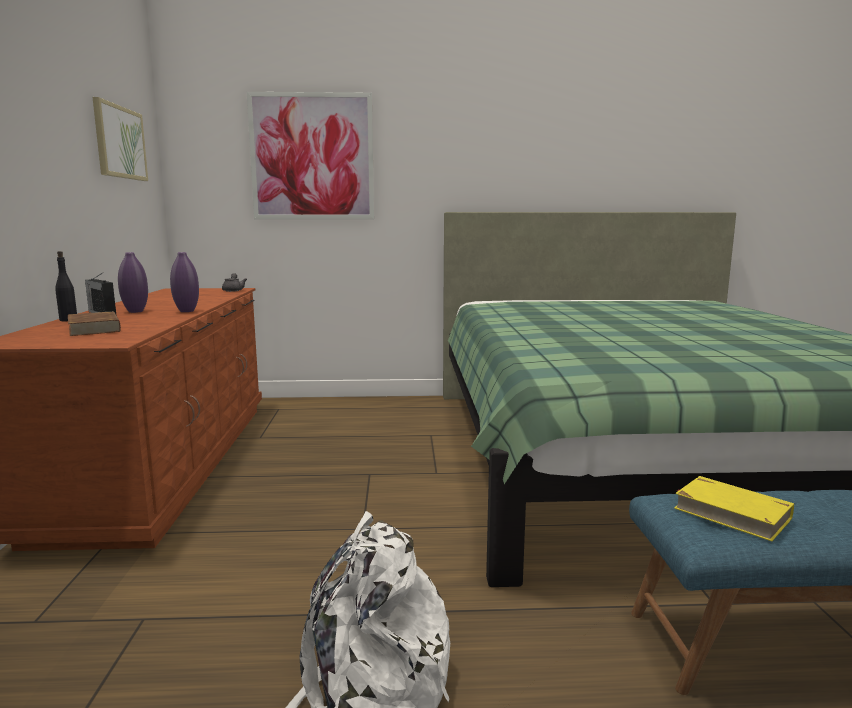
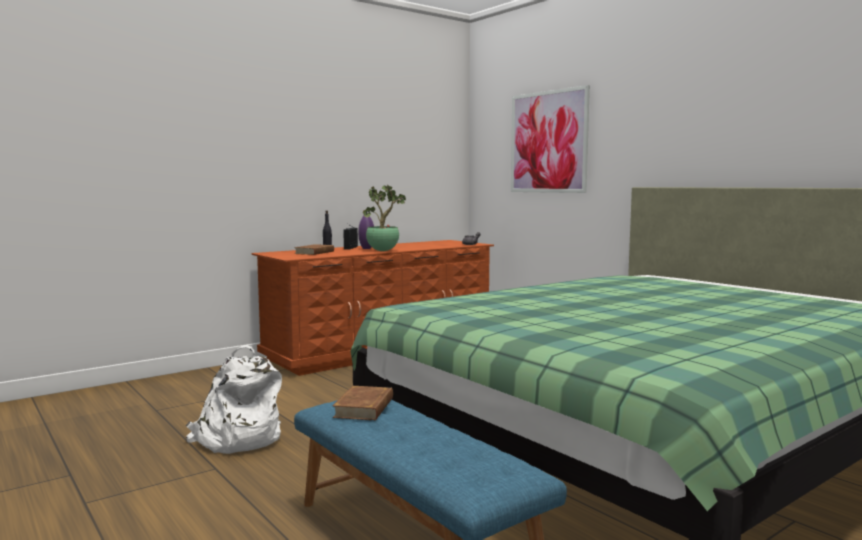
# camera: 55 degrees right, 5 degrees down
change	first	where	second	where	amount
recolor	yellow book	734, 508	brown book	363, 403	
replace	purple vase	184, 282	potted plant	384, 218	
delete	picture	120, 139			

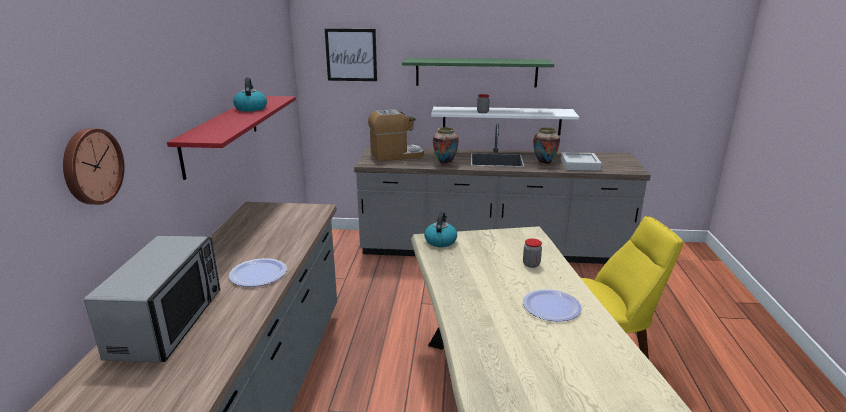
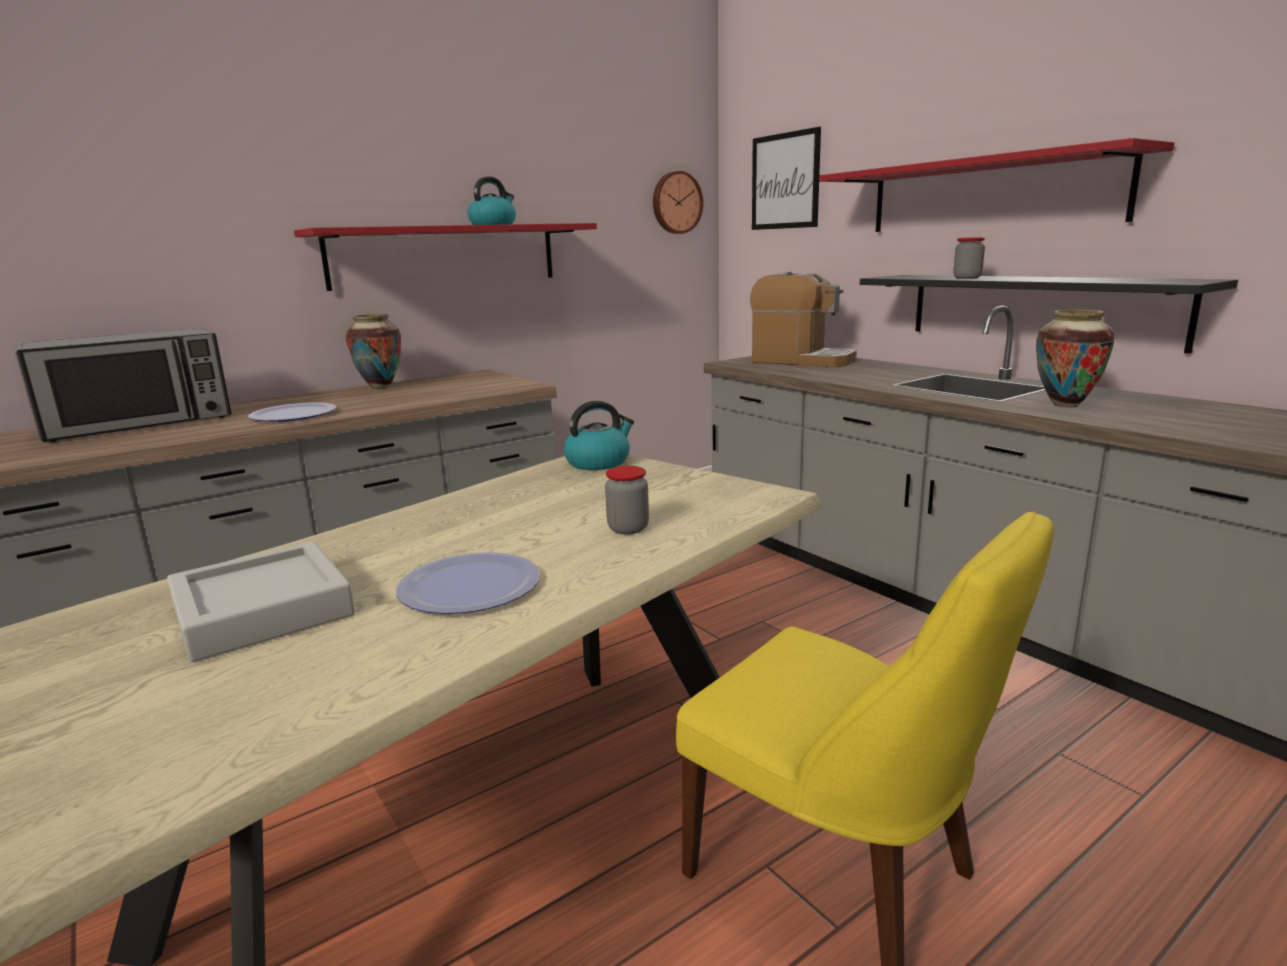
# camera: 50 degrees right, 5 degrees down
change	first	where	second	where	amount
move	grey tray	581, 161		261, 602	
move	vase	446, 146		373, 351	
move	wall clock	93, 166		678, 202	
recolor	green shelf	478, 72	red shelf	996, 185	
recolor	white shelf	505, 121	black shelf	1049, 314	

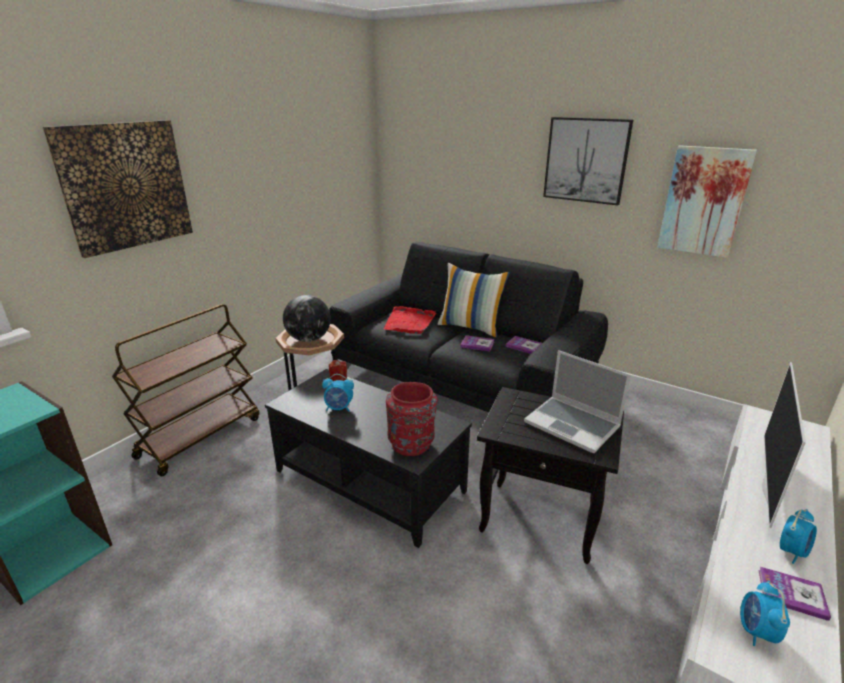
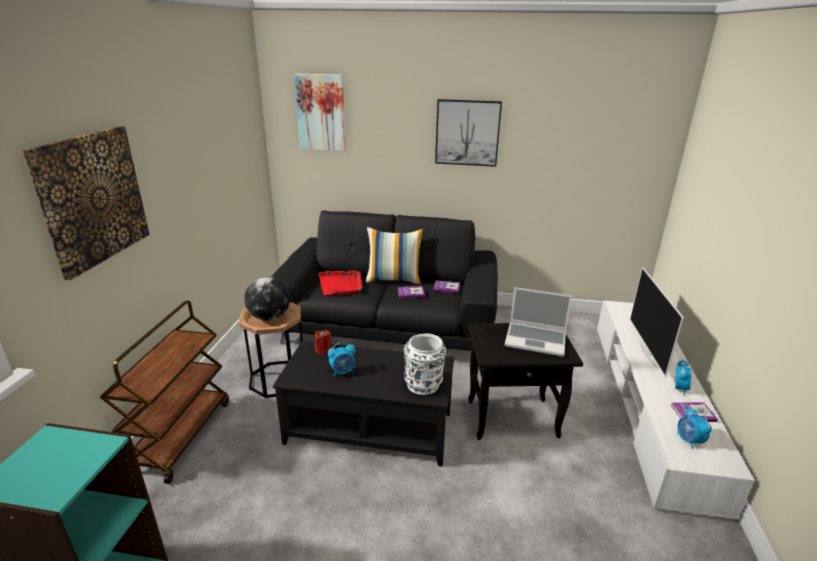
# camera: 25 degrees left, 0 degrees up
change	first	where	second	where	amount
move	picture	707, 201		320, 112	
recolor	red vase	411, 419	white vase	425, 364	

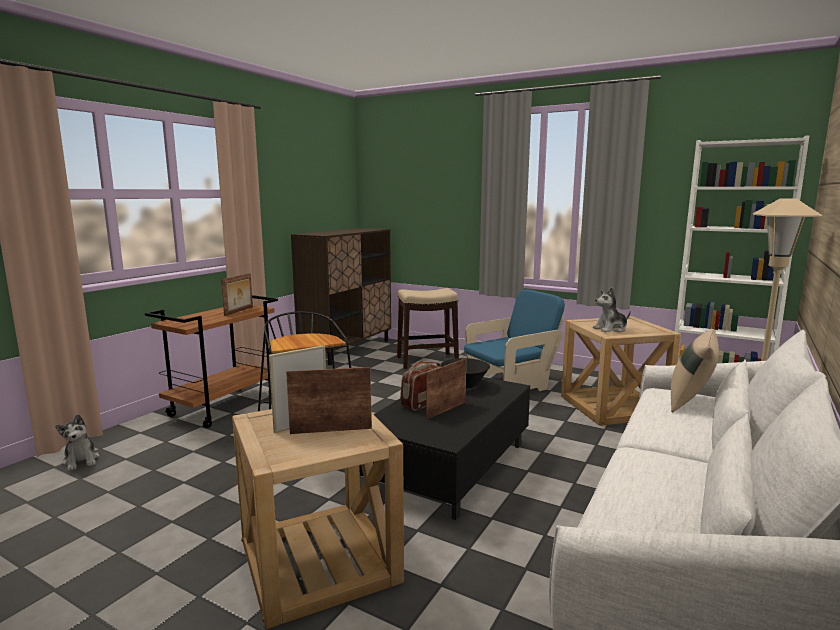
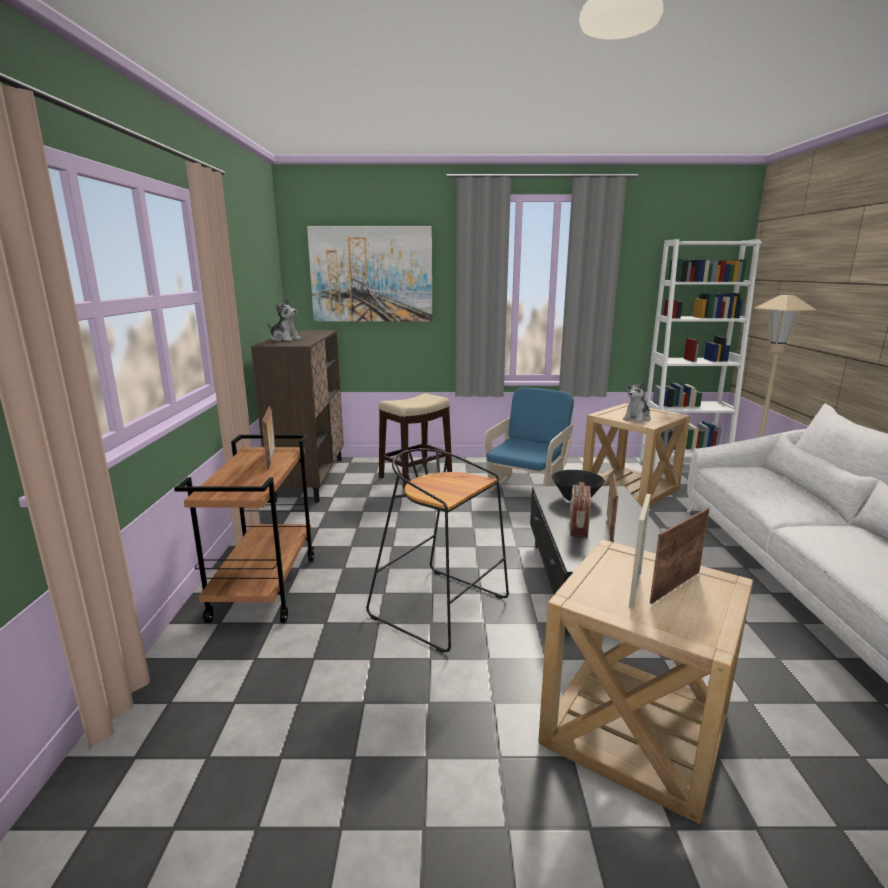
# camera: 30 degrees left, 5 degrees up
change	first	where	second	where	amount
move	plush toy	77, 442		285, 319	
insert			picture	369, 274	
delete	beige pillow	695, 371			

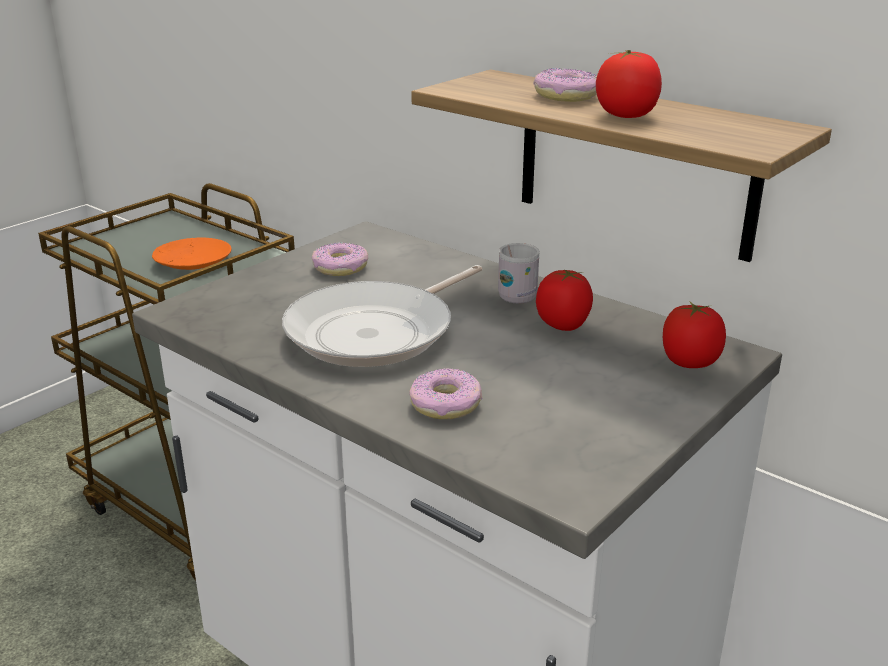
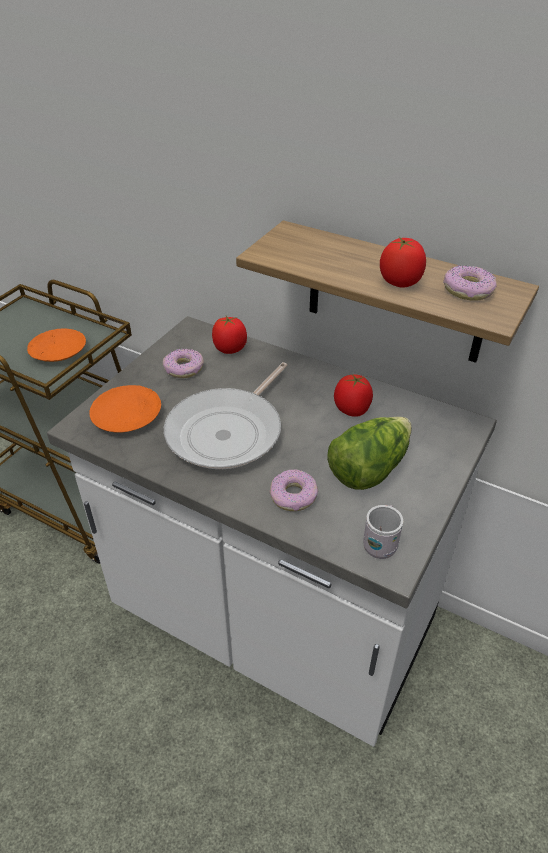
# camera: 10 degrees left, 15 degrees up
change	first	where	second	where	amount
insert			orange plate	125, 409	
move	tomato	694, 335		229, 335	
insert			lettuce	369, 453	
move	white mug	519, 273		383, 532	
move	donut	565, 85		470, 283	

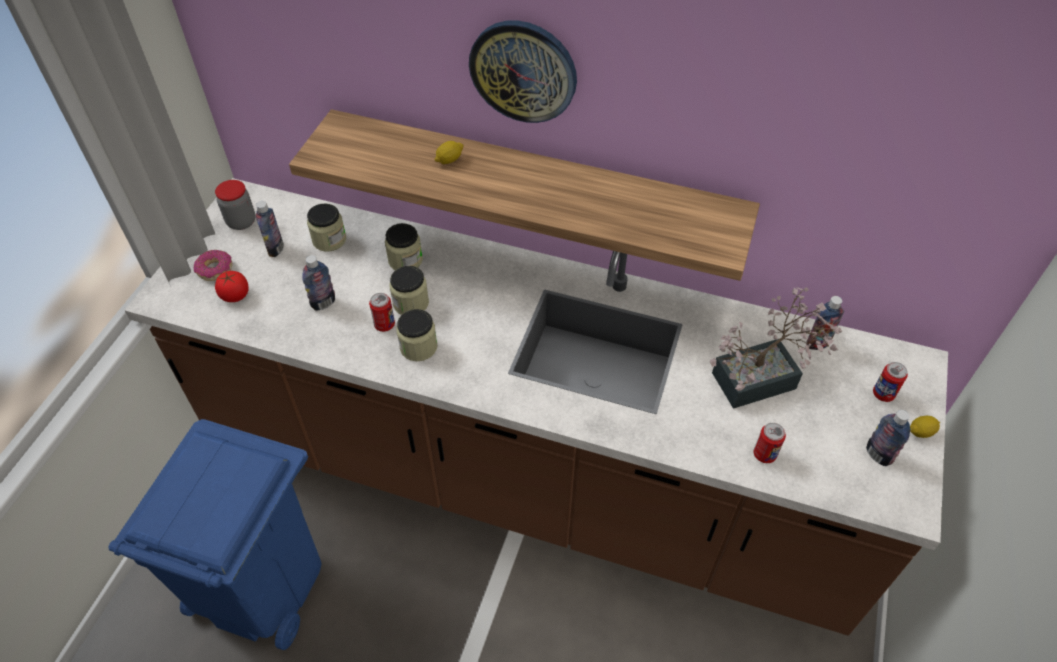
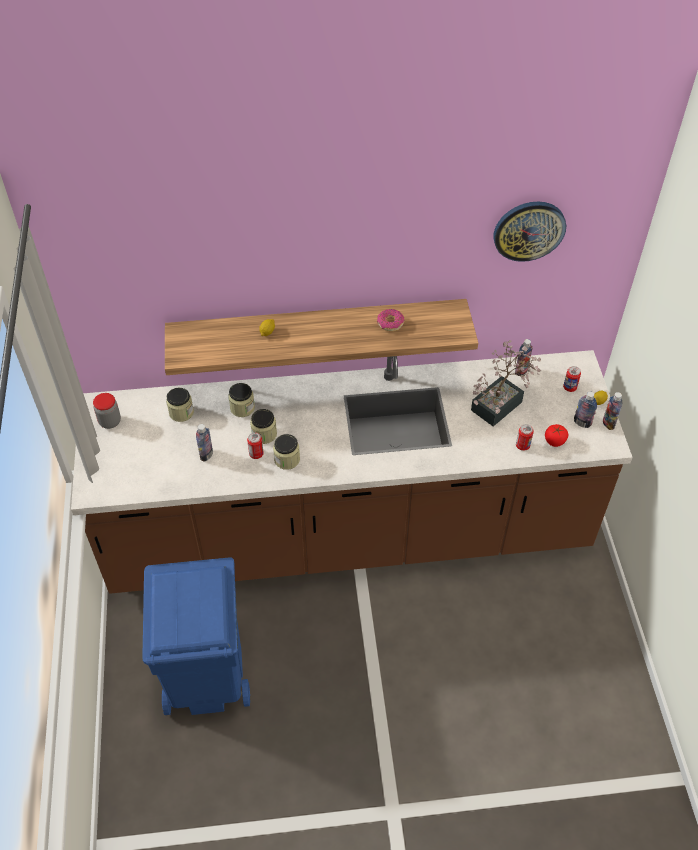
# camera: 25 degrees left, 0 degrees up
change	first	where	second	where	amount
move	donut	213, 265		390, 320	
move	wall clock	523, 71		530, 232	
move	tomato	232, 286		556, 435	
move	bottle	270, 229		613, 411	

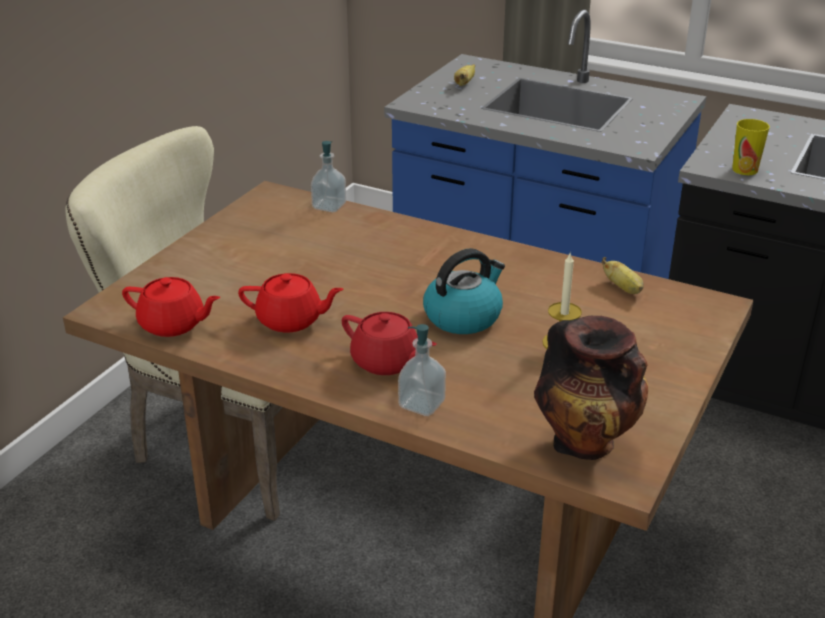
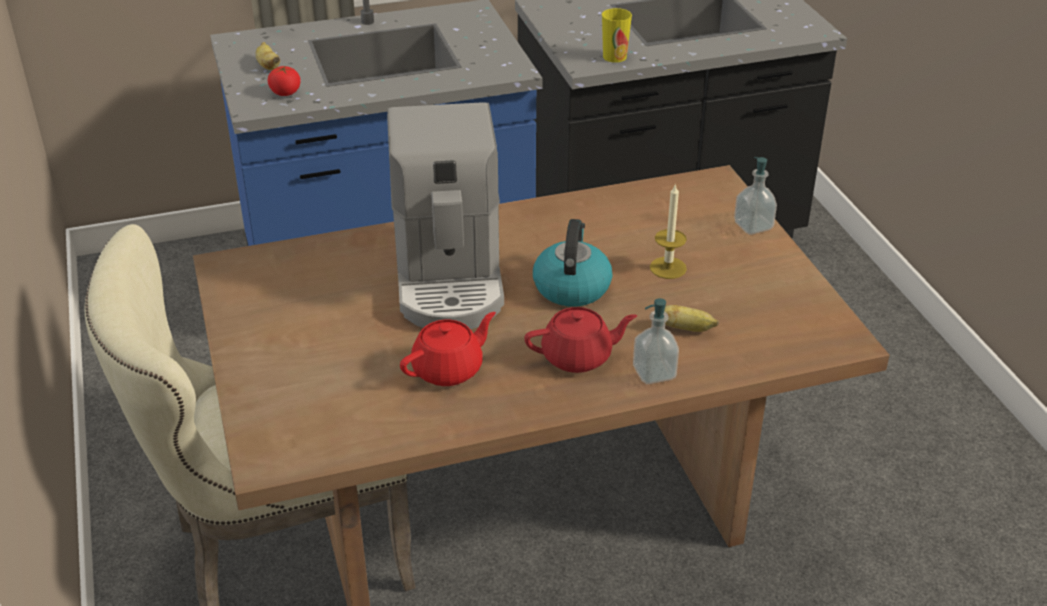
# camera: 45 degrees left, 5 degrees up
change	first	where	second	where	amount
insert			tomato	283, 81	
insert			coffee machine	445, 215	
move	banana	623, 275		691, 318	
move	soap dispenser	328, 176		755, 196	
delete	red teapot	171, 307			
delete	vase	591, 388			

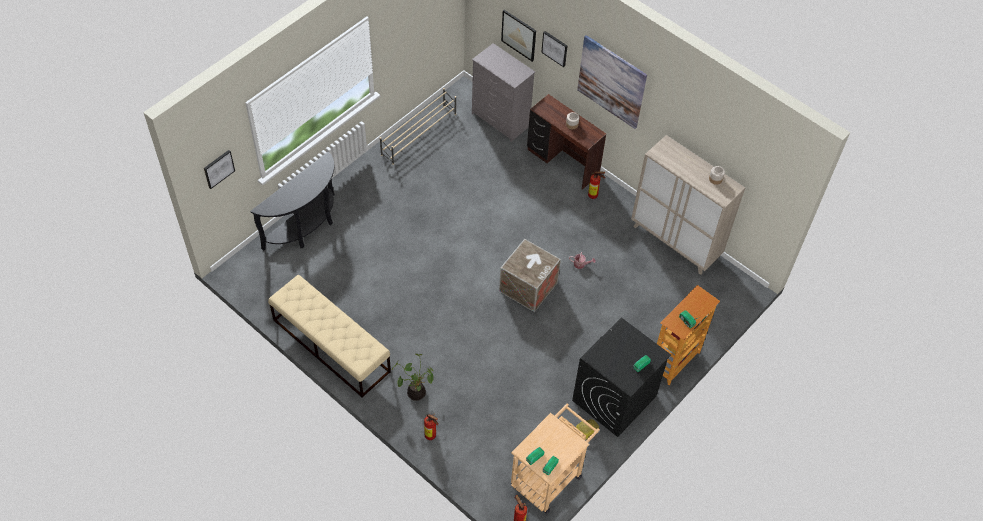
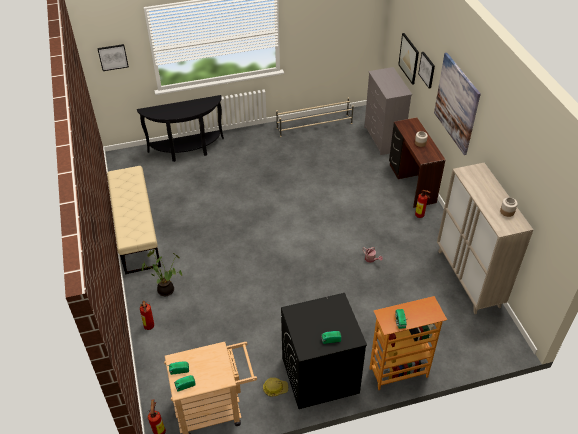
# camera: 35 degrees right, 10 degrees down
change	first	where	second	where	amount
delete	crate	530, 275			

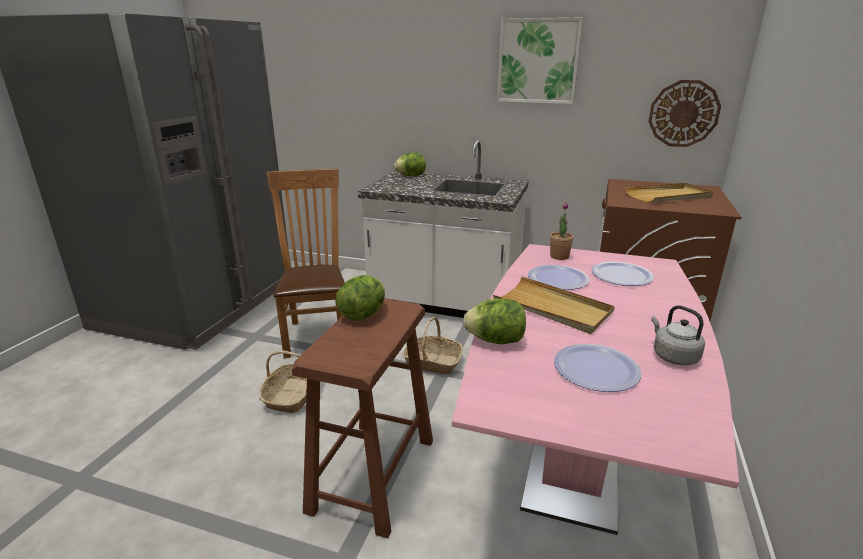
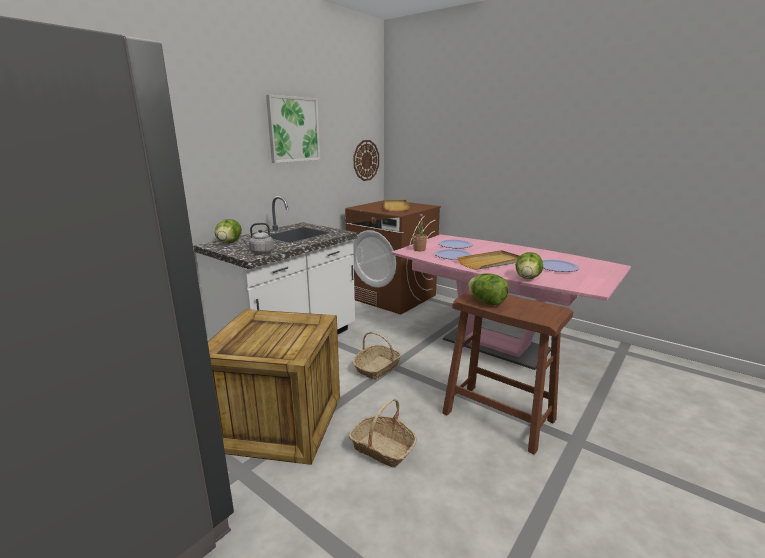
# camera: 70 degrees left, 5 degrees down
change	first	where	second	where	amount
replace	brown chair	305, 263	crate	274, 387	
move	grey kettle	678, 335		257, 238	

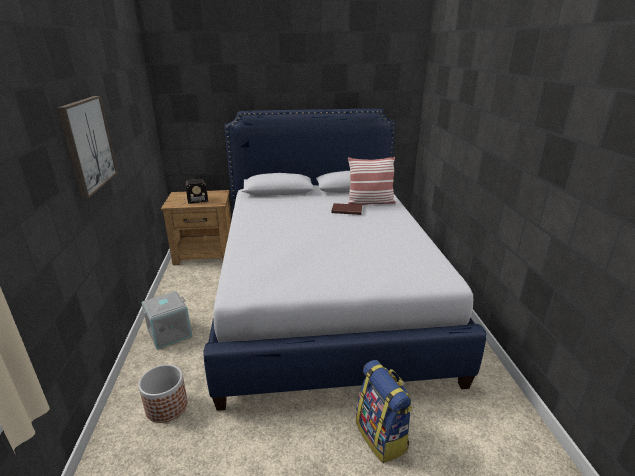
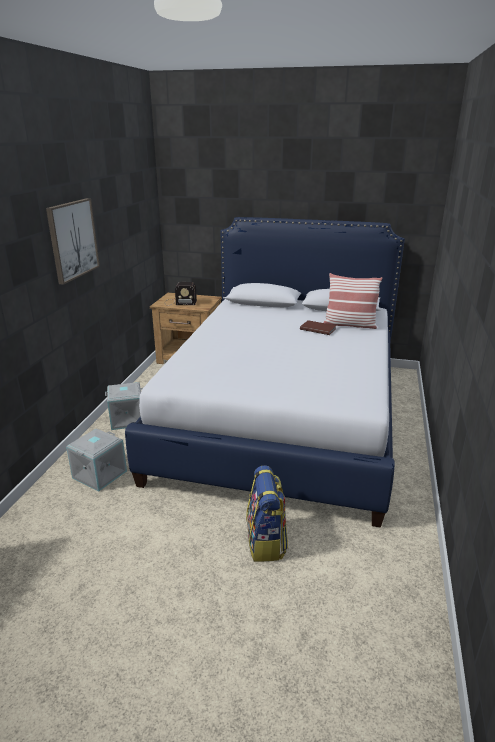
# camera: 20 degrees right, 0 degrees up
change	first	where	second	where	amount
replace	planter	163, 393	grey storage box	96, 460	

